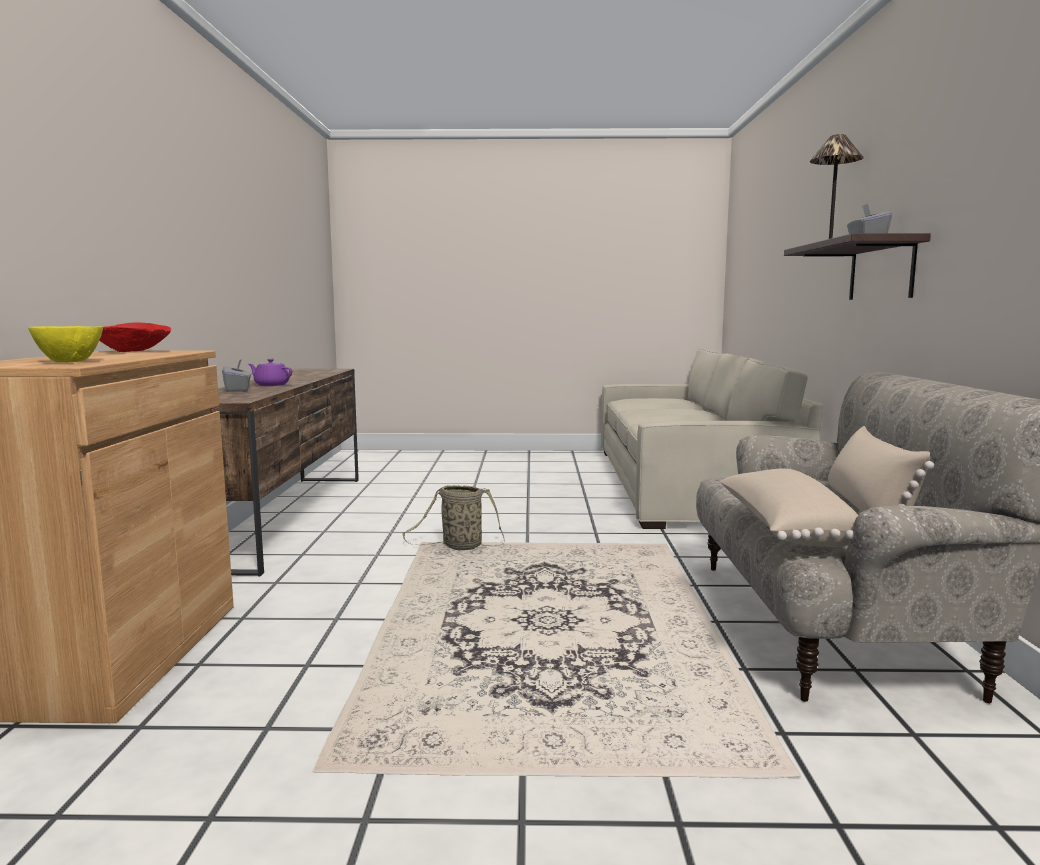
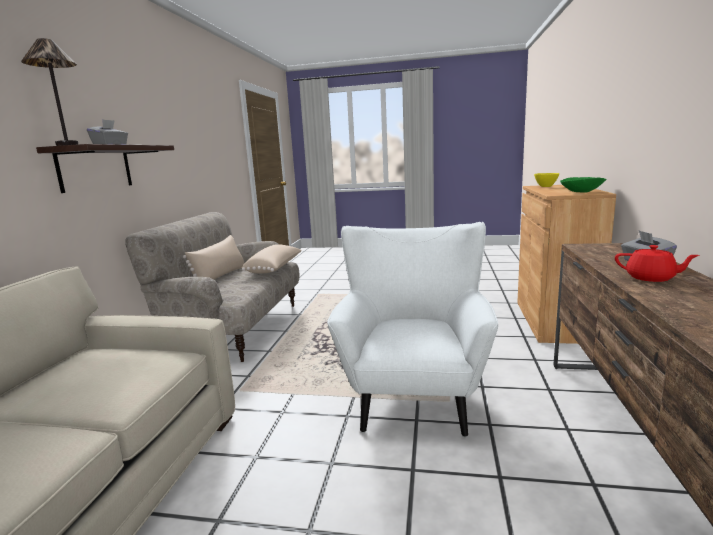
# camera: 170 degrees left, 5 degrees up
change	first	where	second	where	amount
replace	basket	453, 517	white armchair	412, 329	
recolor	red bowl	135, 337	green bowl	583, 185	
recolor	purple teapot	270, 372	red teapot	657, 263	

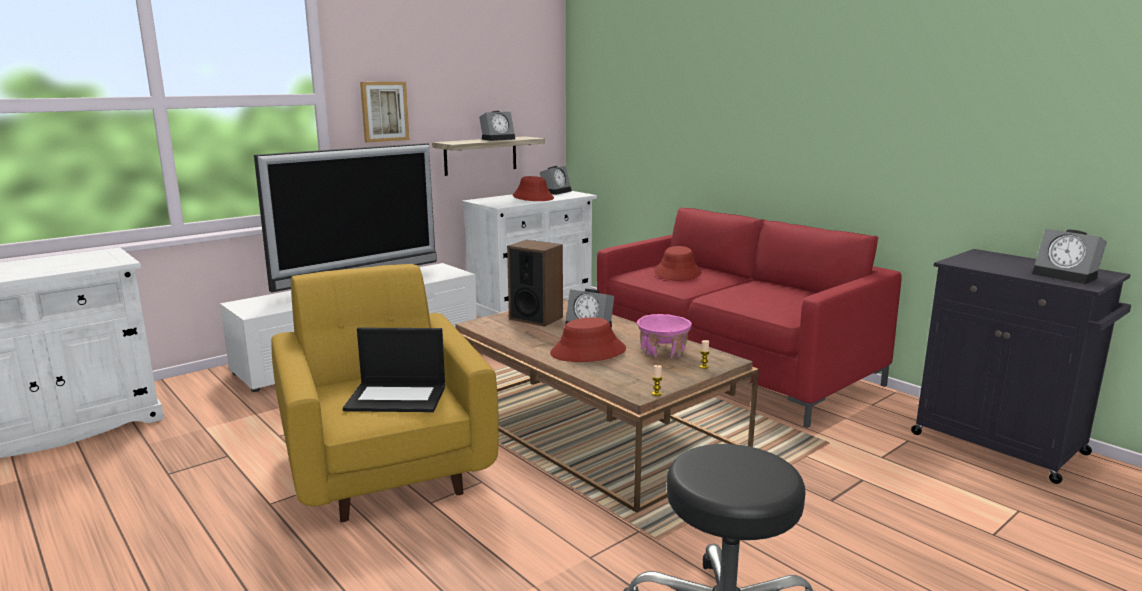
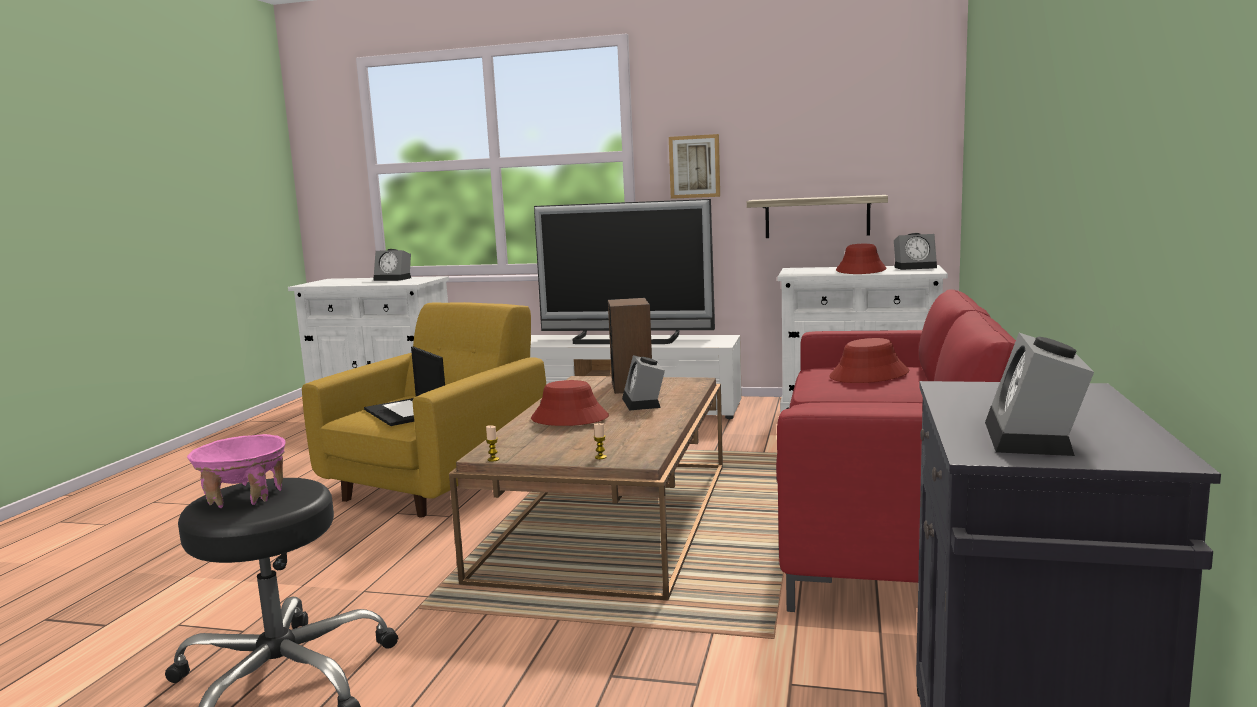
# camera: 55 degrees right, 5 degrees down
change	first	where	second	where	amount
move	pink bowl	664, 336		236, 471	
move	alarm clock	497, 126		392, 265	

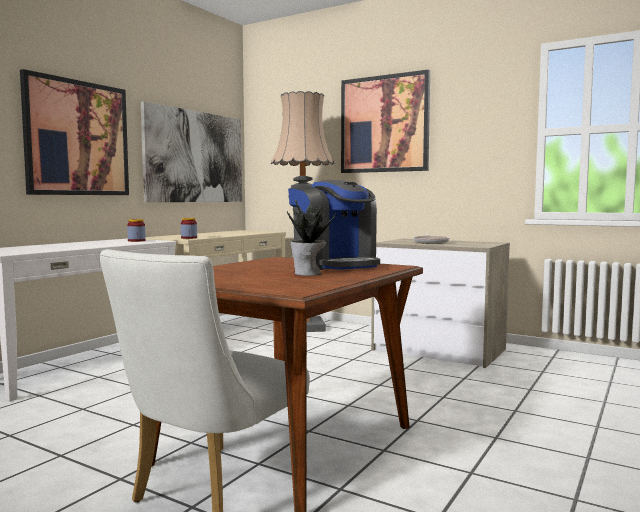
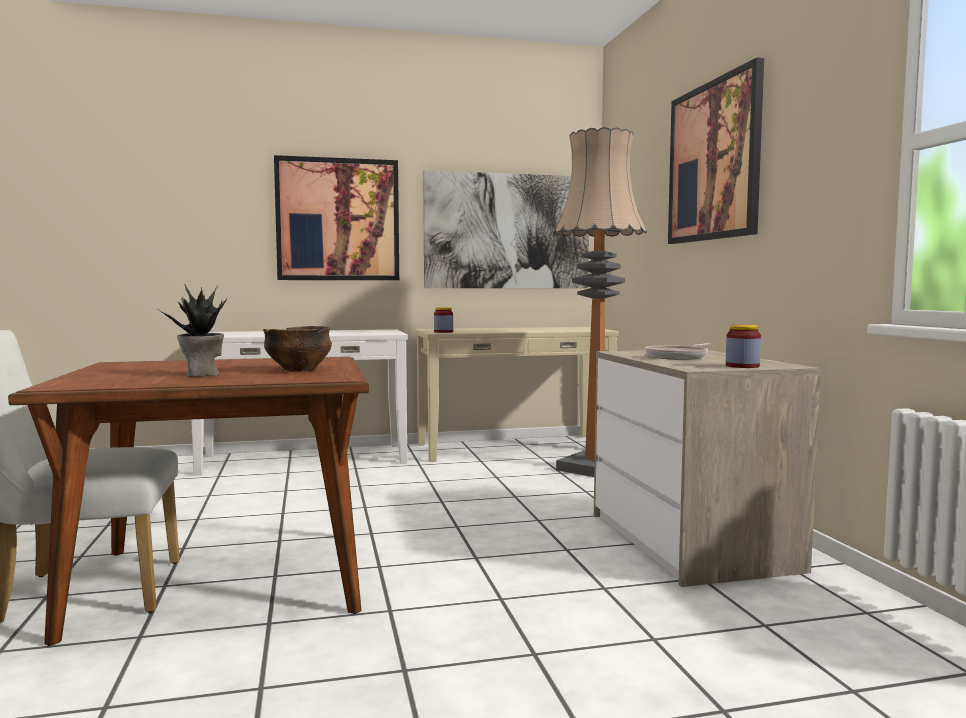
# camera: 45 degrees right, 0 degrees up
change	first	where	second	where	amount
replace	coffee machine	334, 225	bowl	297, 349	
move	jar	136, 230		743, 346	

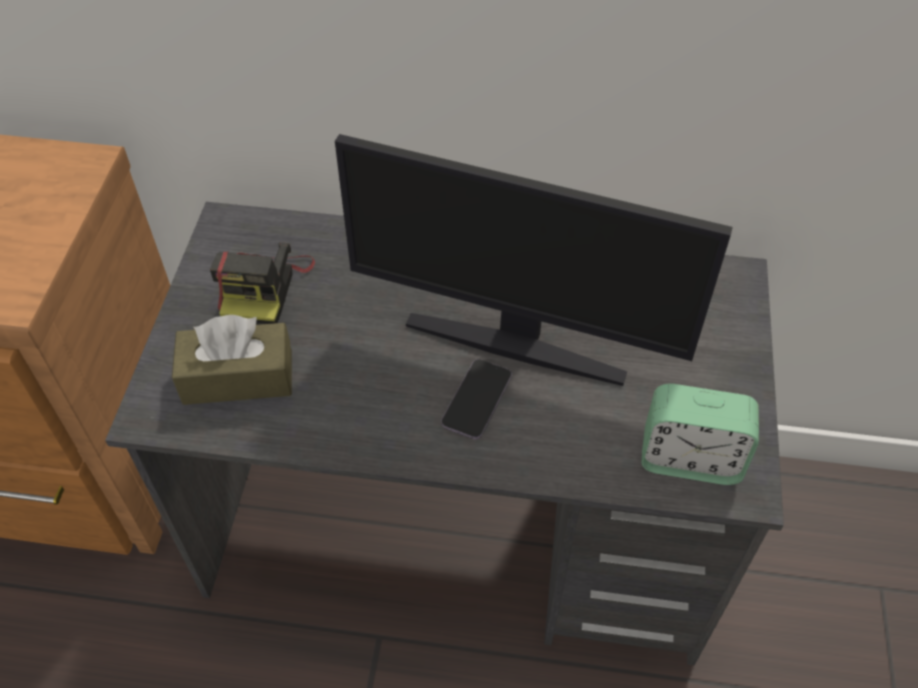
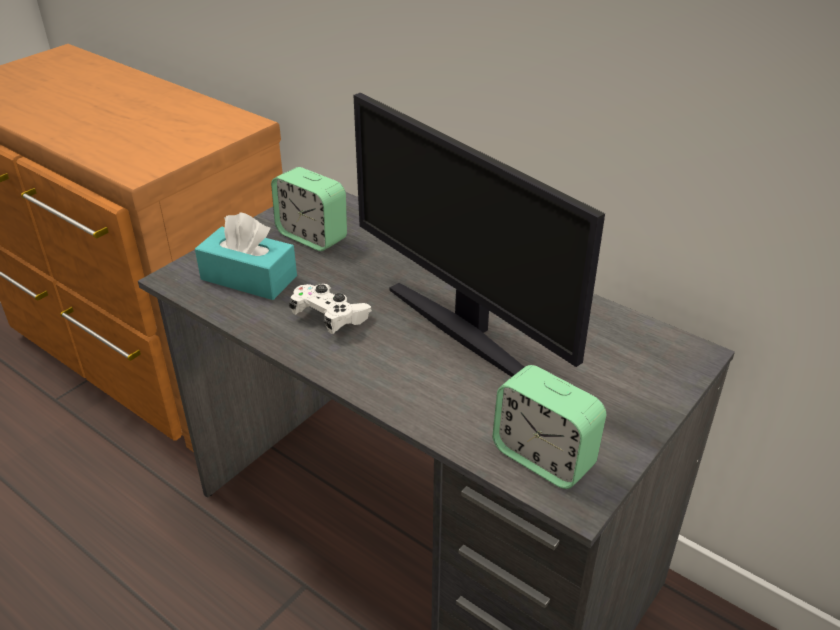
# camera: 30 degrees right, 15 degrees down
change	first	where	second	where	amount
recolor	brown tissue box	232, 360	turquoise tissue box	246, 256	
replace	photo camera	262, 283	alarm clock	309, 209	
insert			white game controller	330, 309	
delete	phone	476, 399			

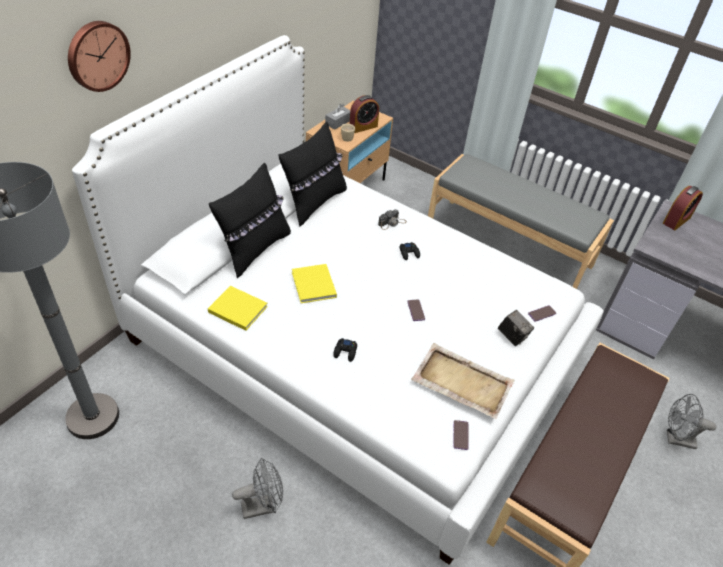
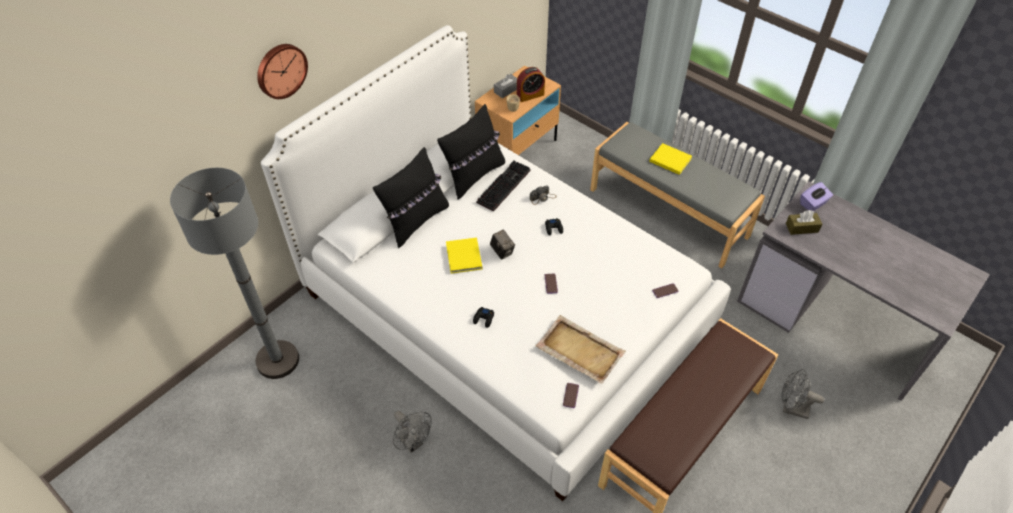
# camera: 10 degrees right, 5 degrees up
change	first	where	second	where	amount
rotate	grey fan	257, 488		412, 432	60 degrees clockwise
insert			keyboard	503, 185	
move	photo camera	516, 328		502, 245	
move	yellow book	238, 308		670, 159	
insert			brown tissue box	804, 222	
replace	alarm clock	683, 208	purple tissue box	816, 196	

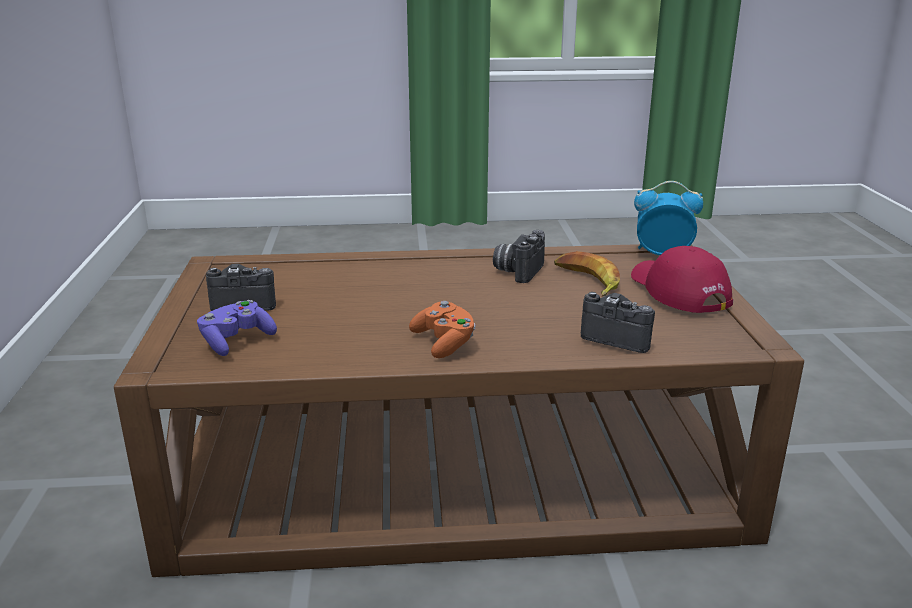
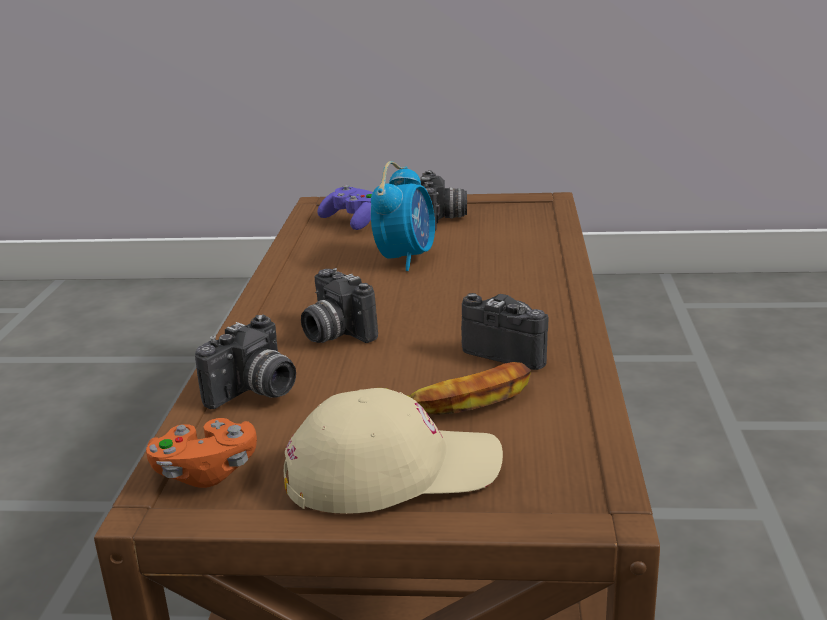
# camera: 100 degrees right, 0 degrees up
change	first	where	second	where	amount
move	orange game controller	442, 329		201, 453	
recolor	red cap	682, 279	beige cap	393, 451	
insert			photo camera	339, 305	
move	alarm clock	668, 218		403, 216	

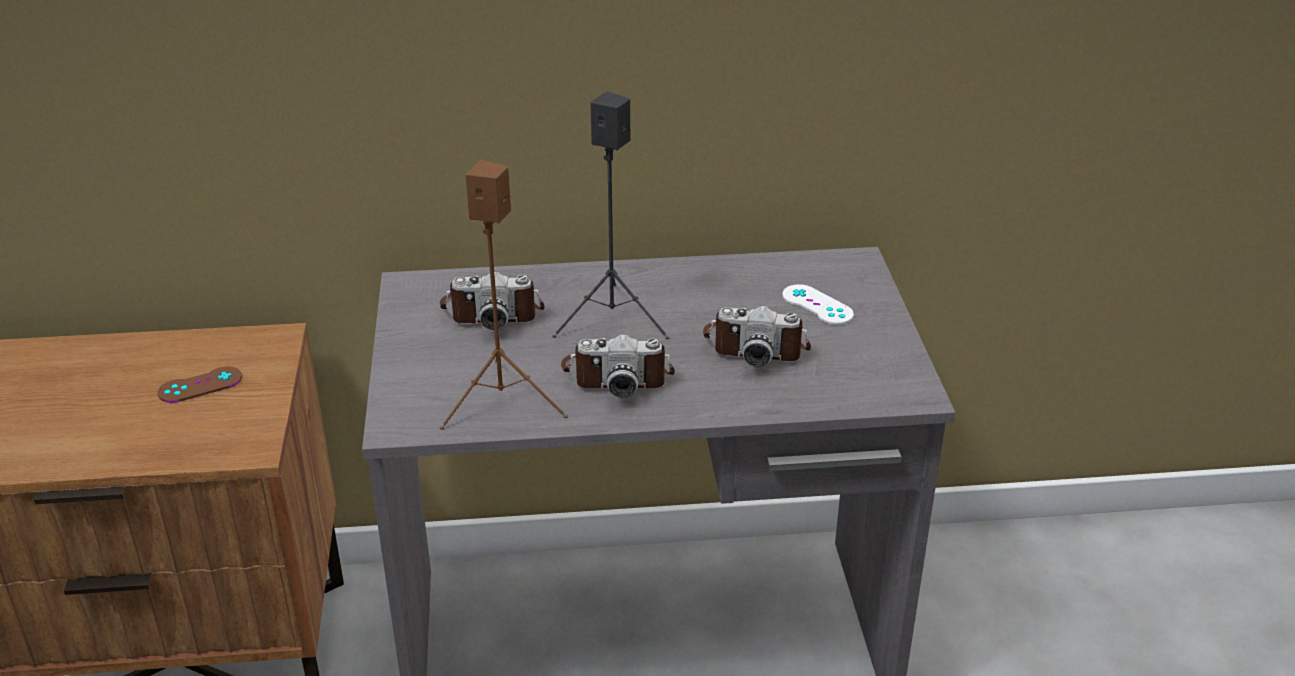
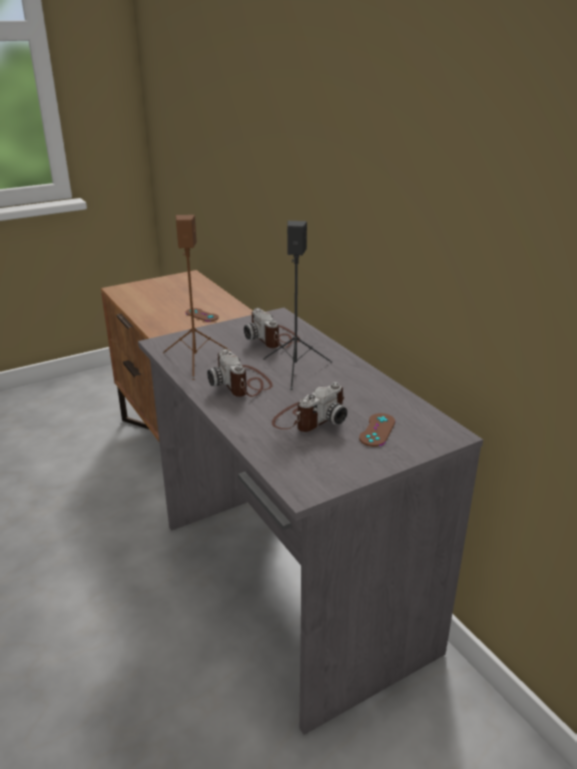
# camera: 65 degrees right, 5 degrees down
change	first	where	second	where	amount
rotate	photo camera	757, 336		309, 407	120 degrees counterclockwise
recolor	white game controller	818, 304	brown game controller	377, 430	

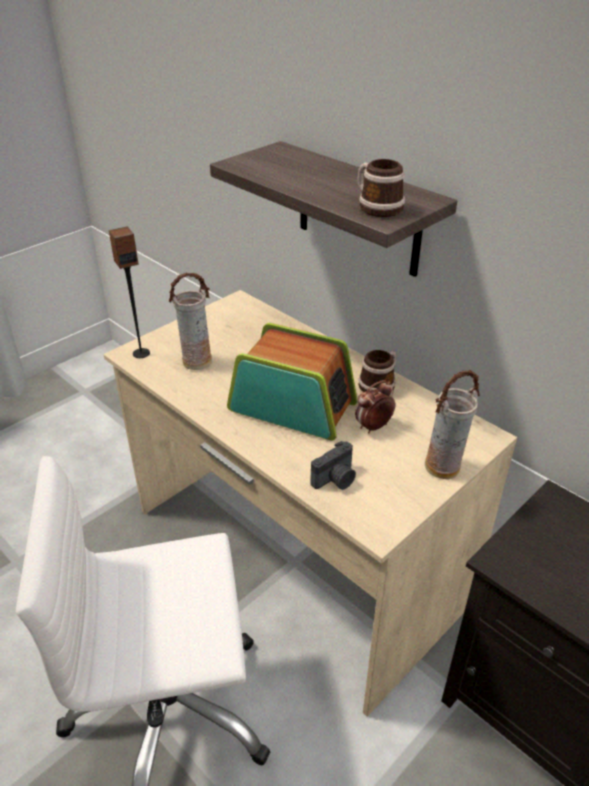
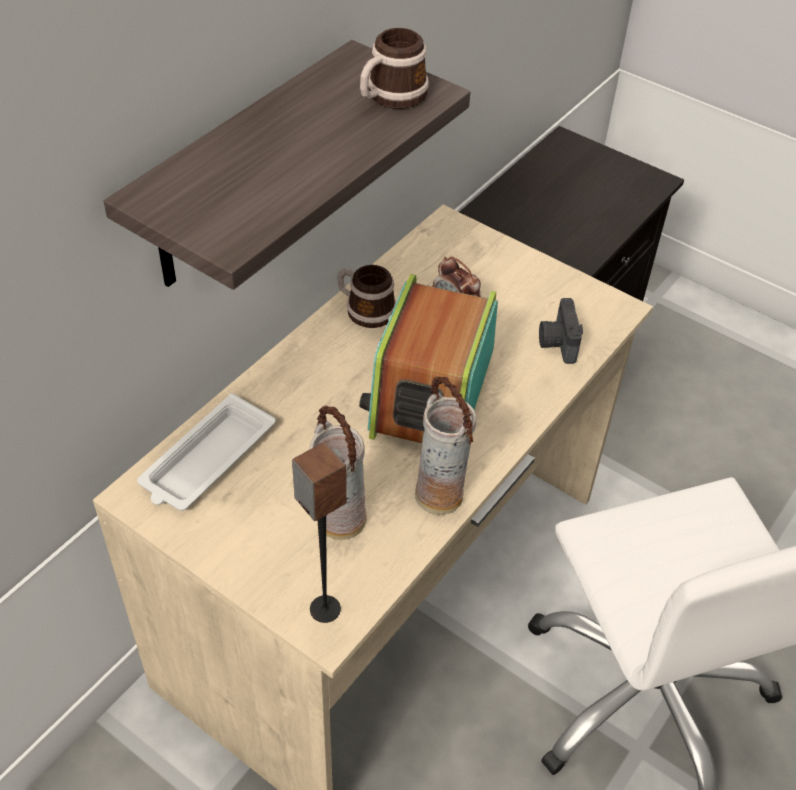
# camera: 100 degrees left, 10 degrees up
change	first	where	second	where	amount
insert			white tray	206, 452	
move	vase	452, 424		445, 446	
rotate	photo camera	333, 465		561, 331	135 degrees counterclockwise

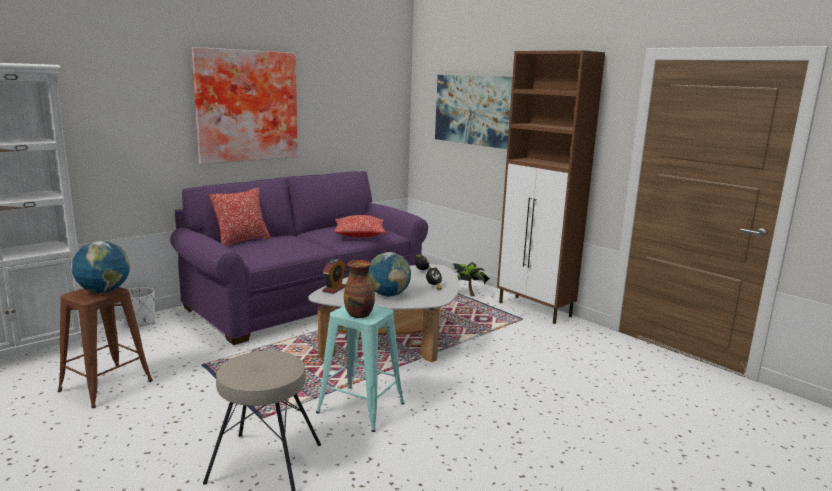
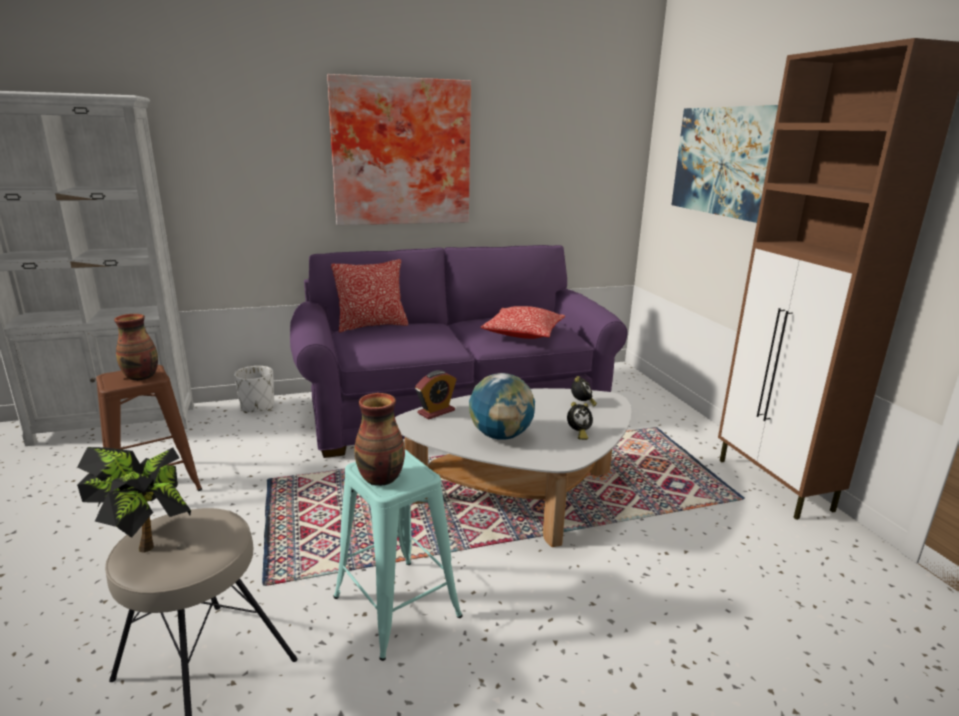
# camera: 25 degrees right, 5 degrees up
change	first	where	second	where	amount
move	potted plant	471, 279		134, 500	
replace	globe	101, 267	vase	136, 347	

